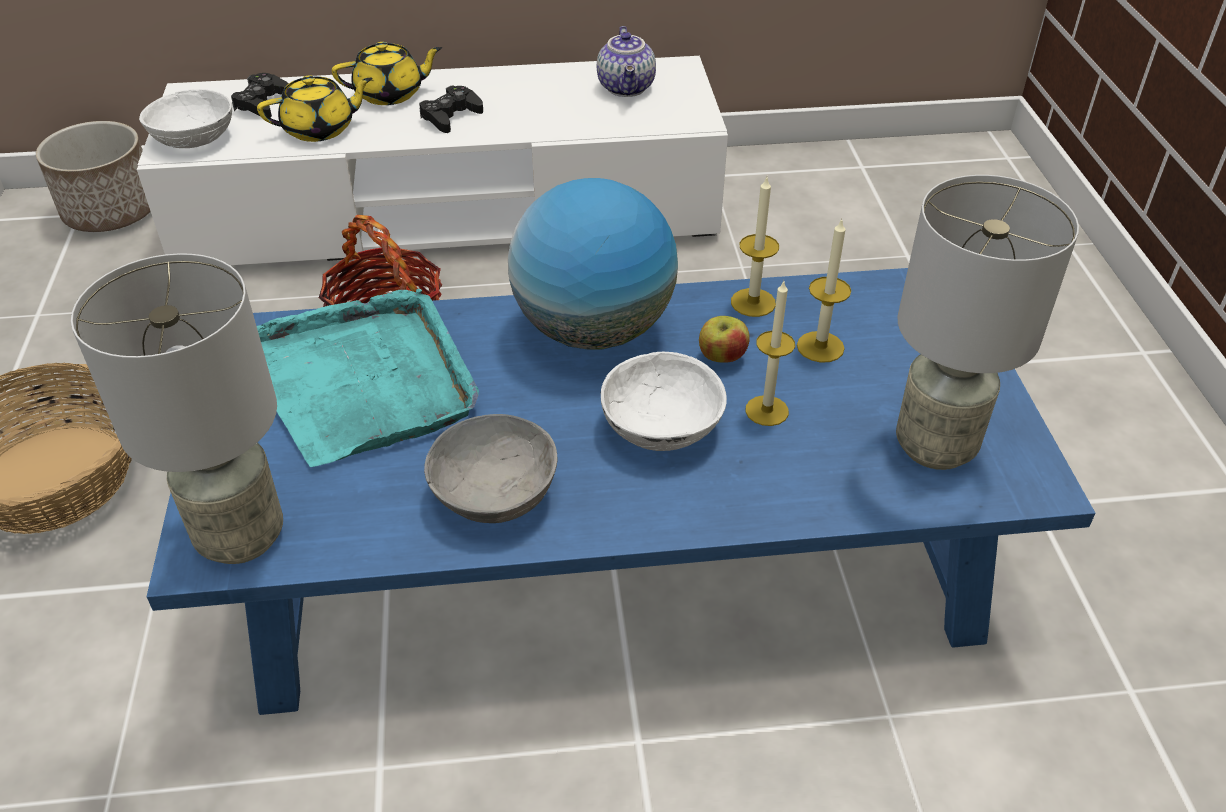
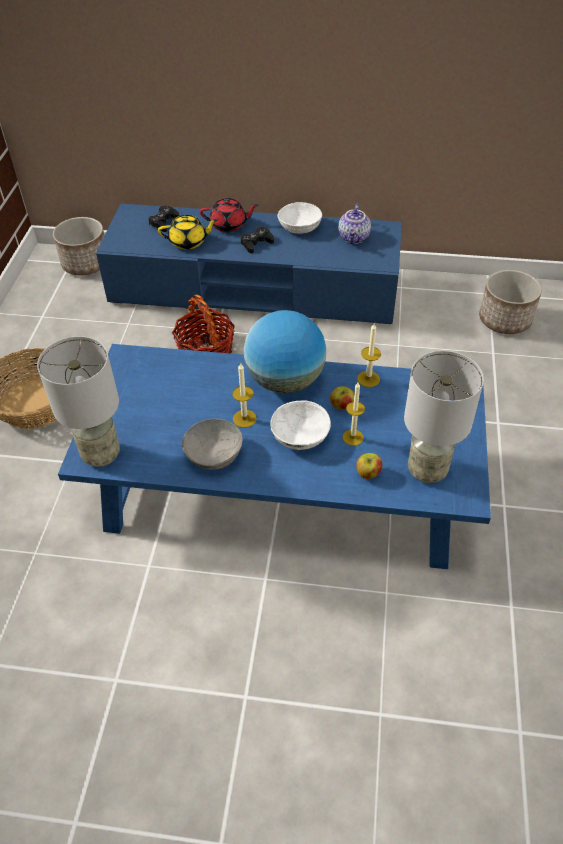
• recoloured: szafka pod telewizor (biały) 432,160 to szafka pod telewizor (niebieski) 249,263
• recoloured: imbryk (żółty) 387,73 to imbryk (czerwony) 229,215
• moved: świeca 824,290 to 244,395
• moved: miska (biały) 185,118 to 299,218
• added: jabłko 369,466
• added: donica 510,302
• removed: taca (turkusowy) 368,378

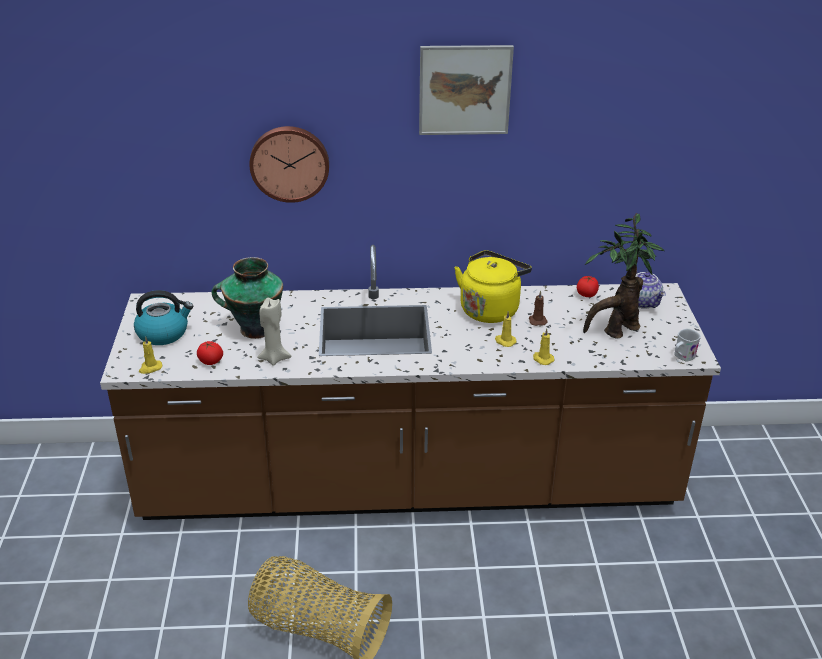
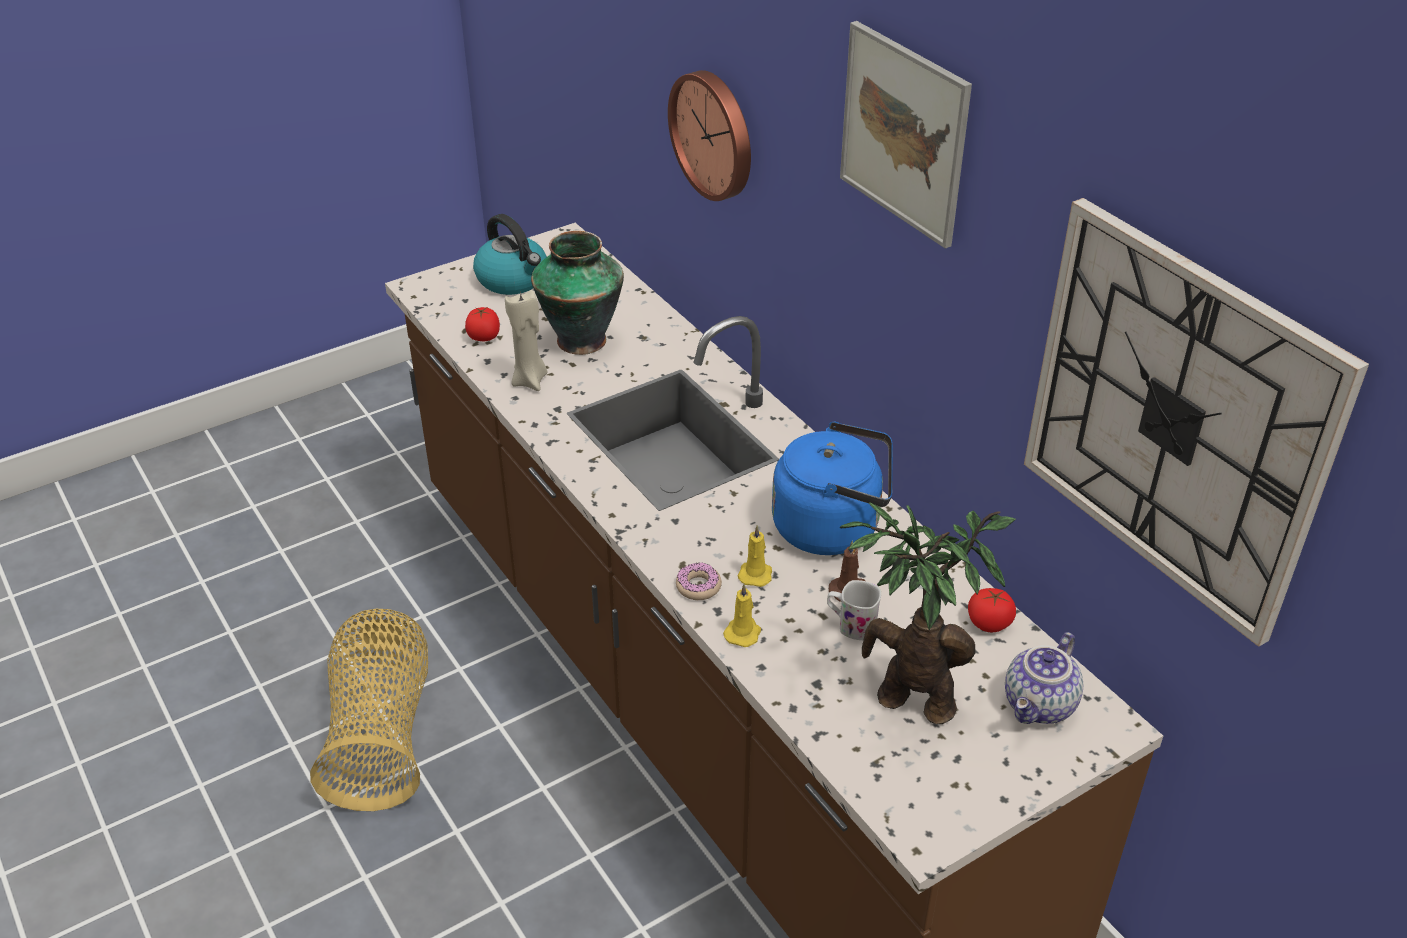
• added: donut 699,581
• recoloured: czajnik (żółty) 493,286 to czajnik (niebieski) 832,488
• moved: kubek (biały) 687,344 to 854,610
• added: zegar ścienny 1196,422
• removed: świeca (żółty) 151,355

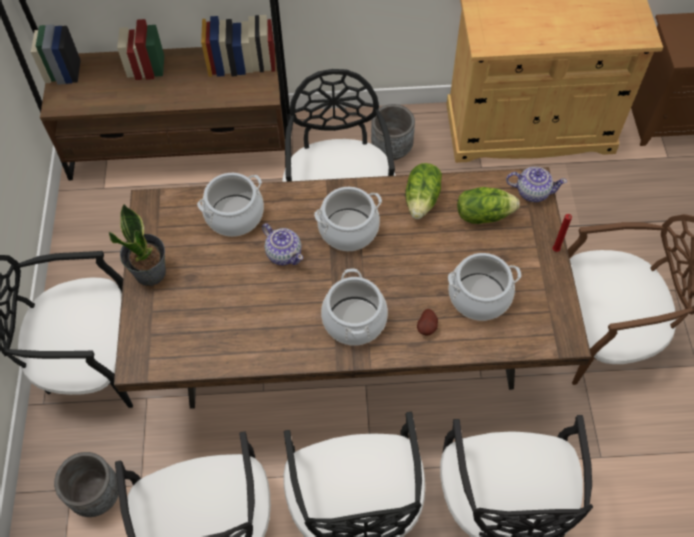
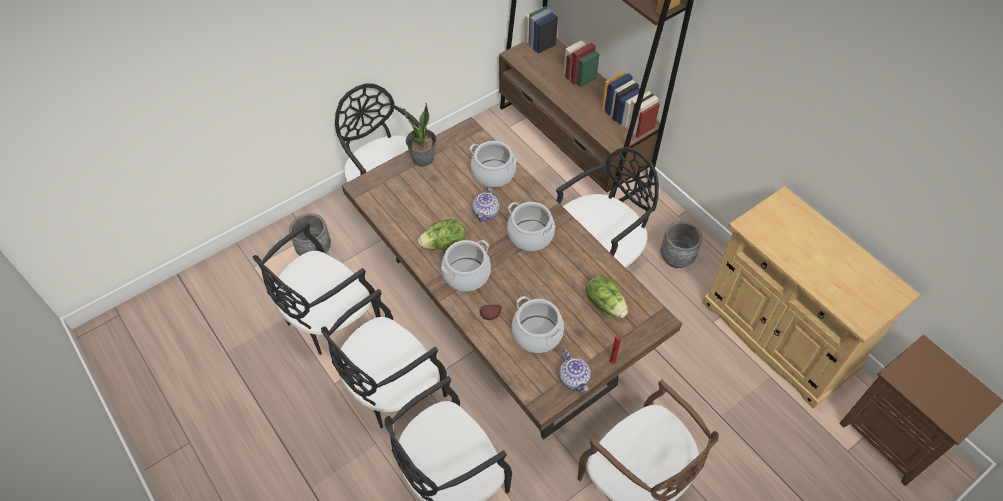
• moved: sałata 423,191 to 441,234
• moved: imbryk 536,184 to 575,371

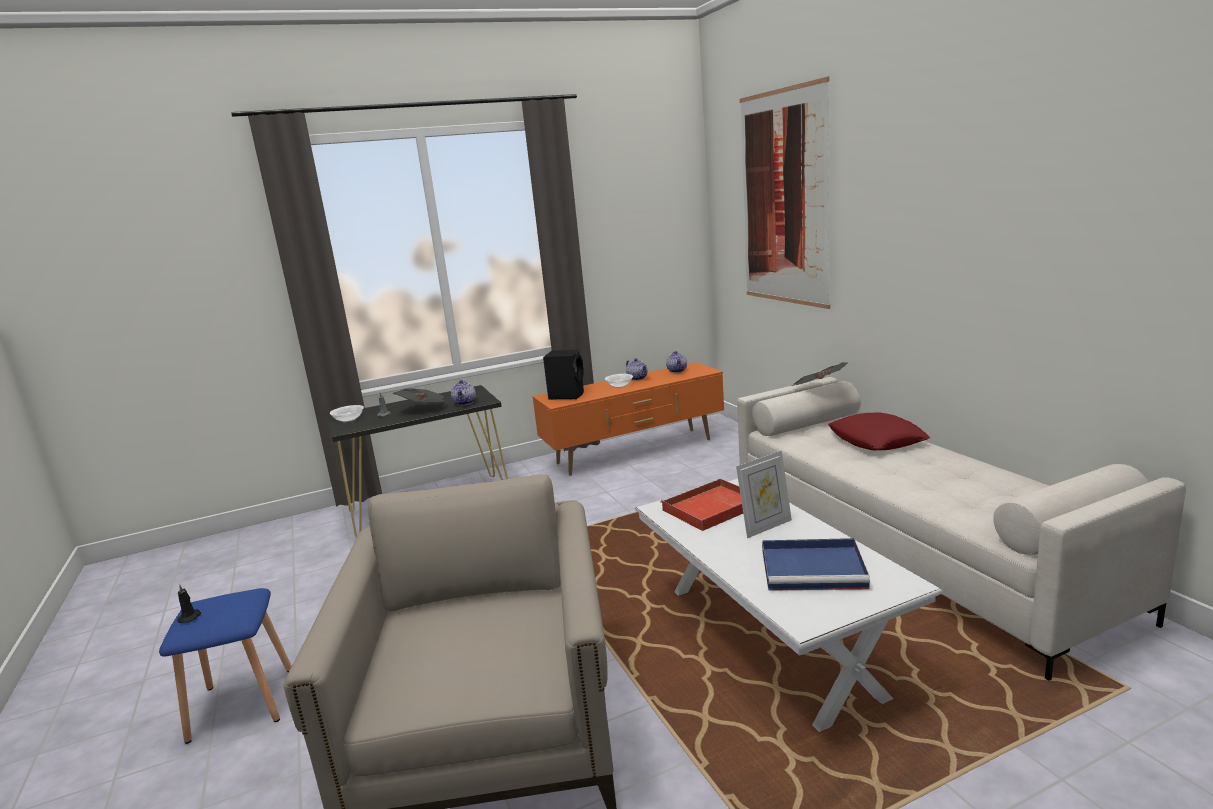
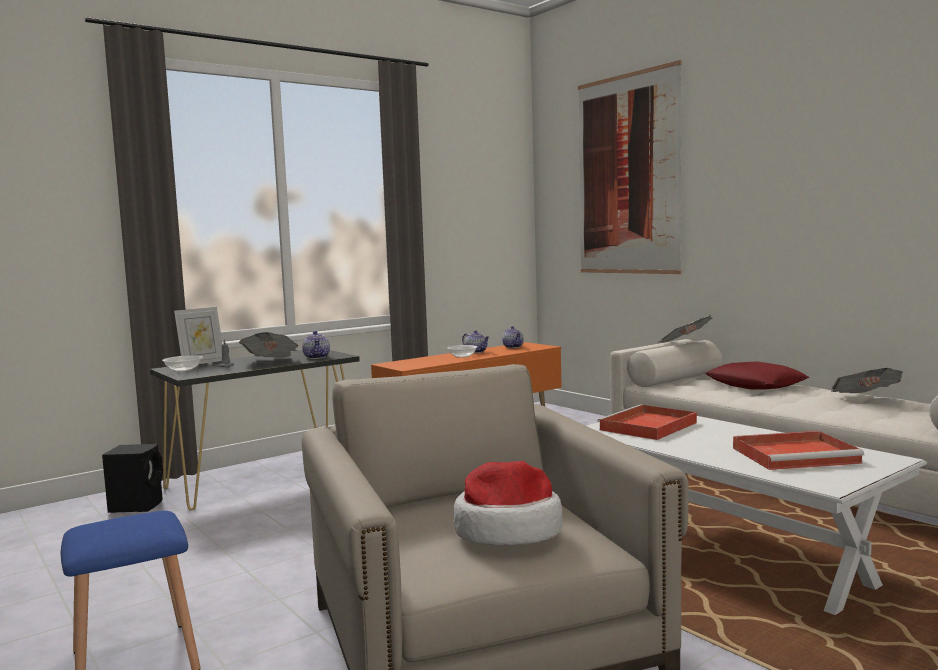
• moved: głośnik (czarny) 563,374 to 132,478
• moved: ramka na zdjęcie 764,494 to 198,335
• added: kapelusz 508,503
• recoloured: taca (niebieski) 816,564 to taca (czerwony) 798,450
• added: gazeta 867,380
• removed: świeca (czarny) 189,603

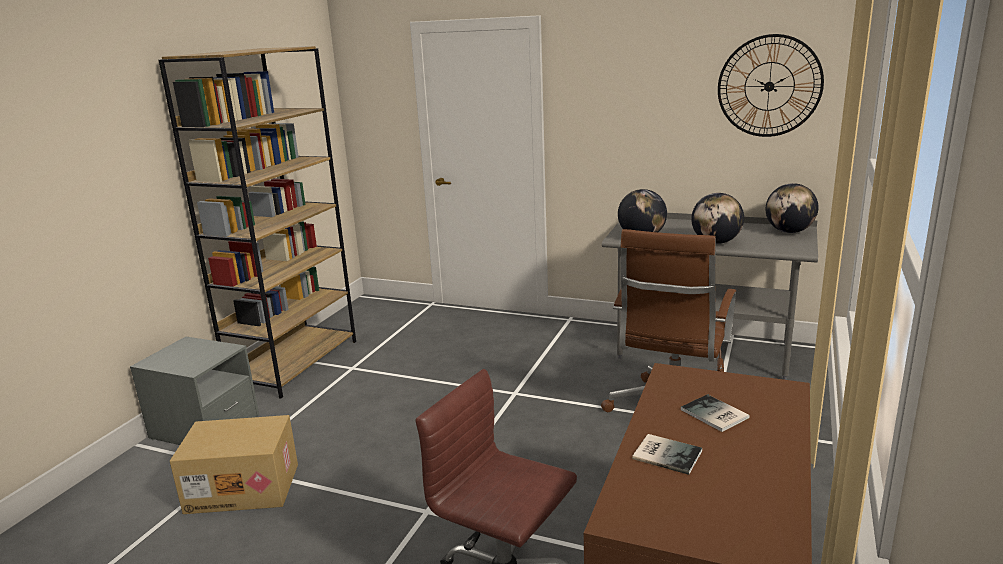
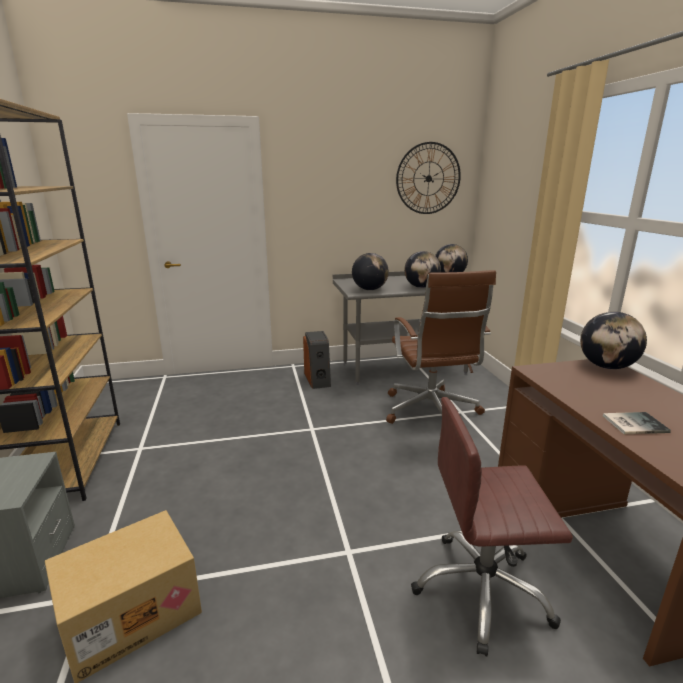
• added: głośnik 317,360
• added: globus 613,340
• removed: książka 715,413

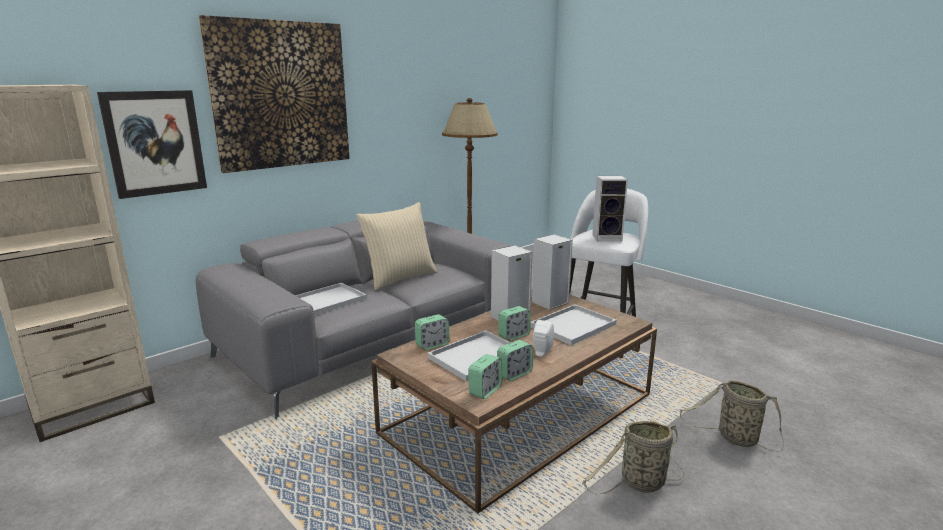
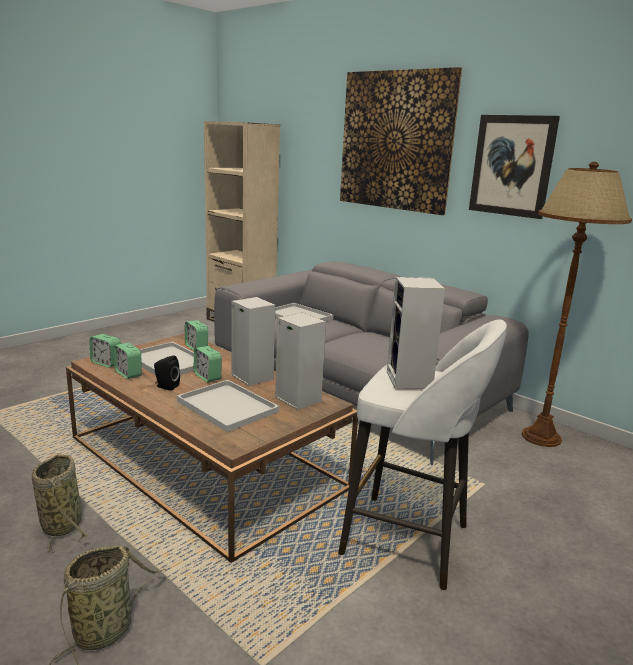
• recoloured: głośnik (biały) 543,338 to głośnik (czarny) 167,373
• moved: obraz 152,144 to 514,167
• removed: poduszka (beżowy) 397,246

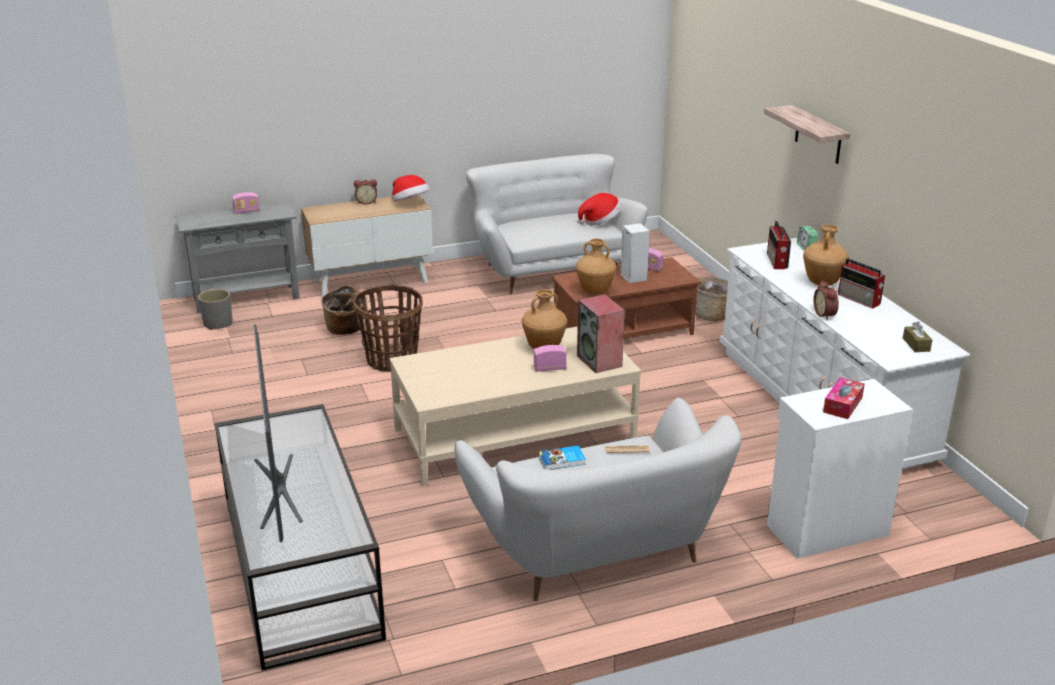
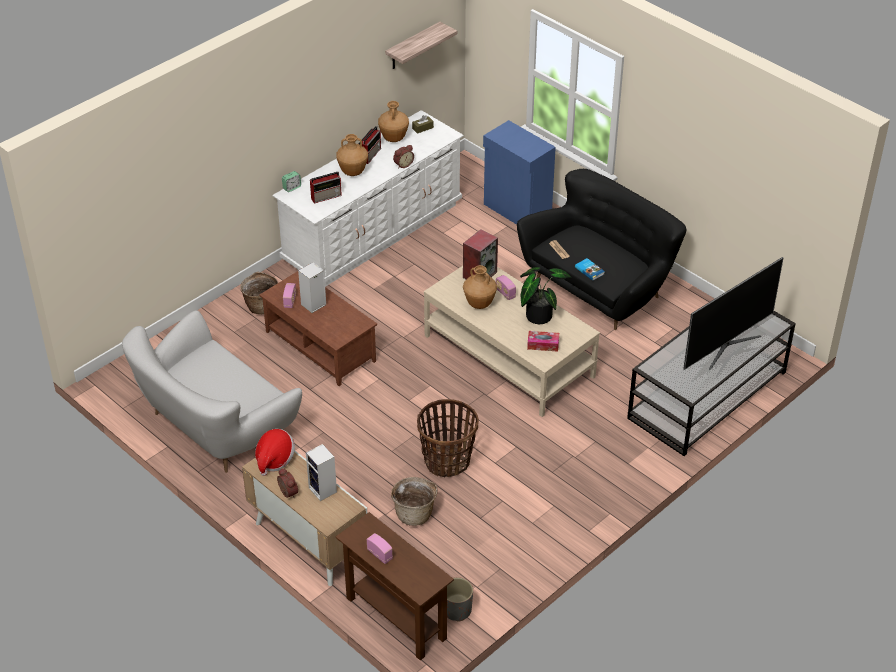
• added: głośnik 321,472
• recoloured: stolik konsolowy (szary) 238,258 to stolik konsolowy (brązowy) 395,586
• moved: wazon (brązowy) 596,266 to 393,121
• moved: półka 807,134 to 421,45
• recoloured: szafka (biały) 840,469 to szafka (niebieski) 519,172
• recoloured: kanapa (biały) 598,499 to kanapa (czarny) 601,249
• added: roślina doniczkowa 546,295
• moved: pudełko chusteczek 844,398 to 543,341
• removed: kapelusz 600,209

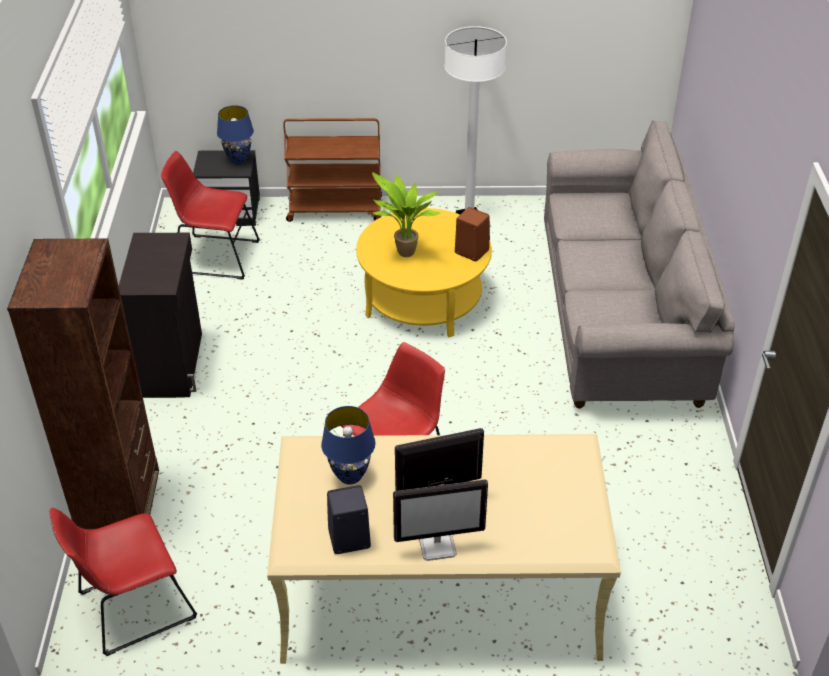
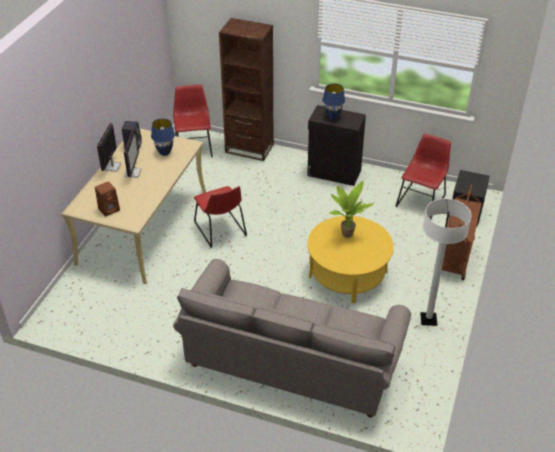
• moved: głośnik (brązowy) 472,234 to 107,198
• moved: lampa stołowa (niebieski) 235,134 to 333,102

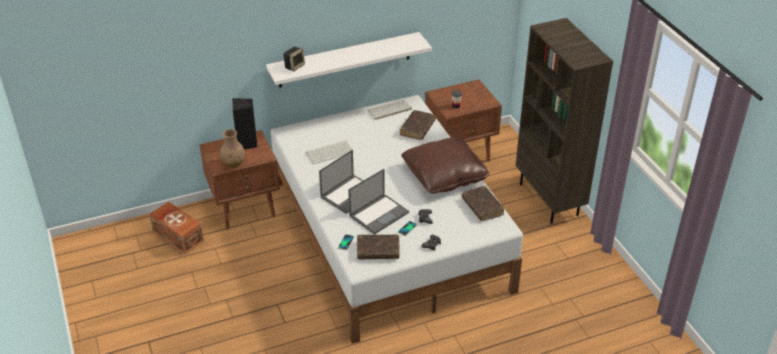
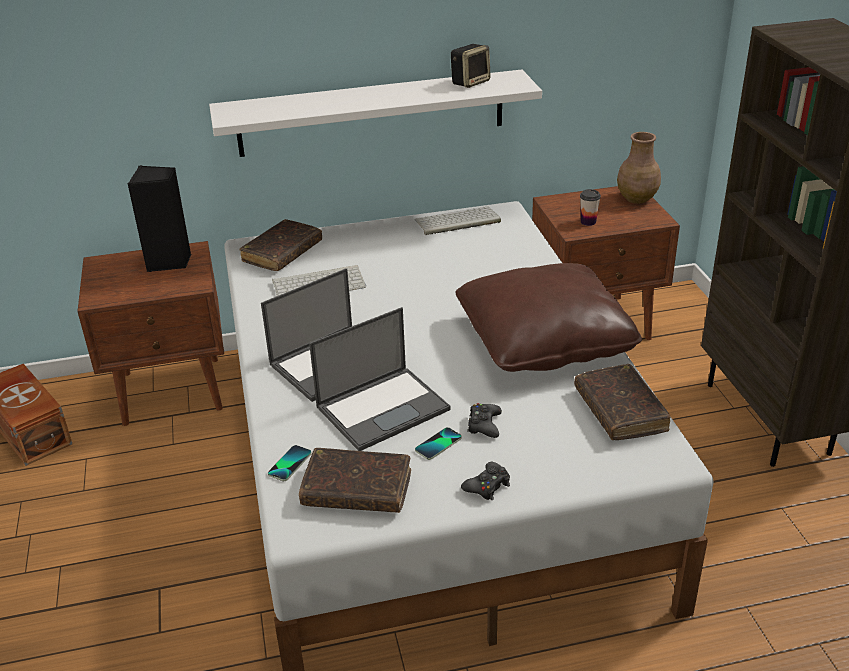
• moved: książka (brązowy) 418,125 to 280,245
• moved: głośnik 294,59 to 471,66
• moved: wazon (brązowy) 232,148 to 639,168

